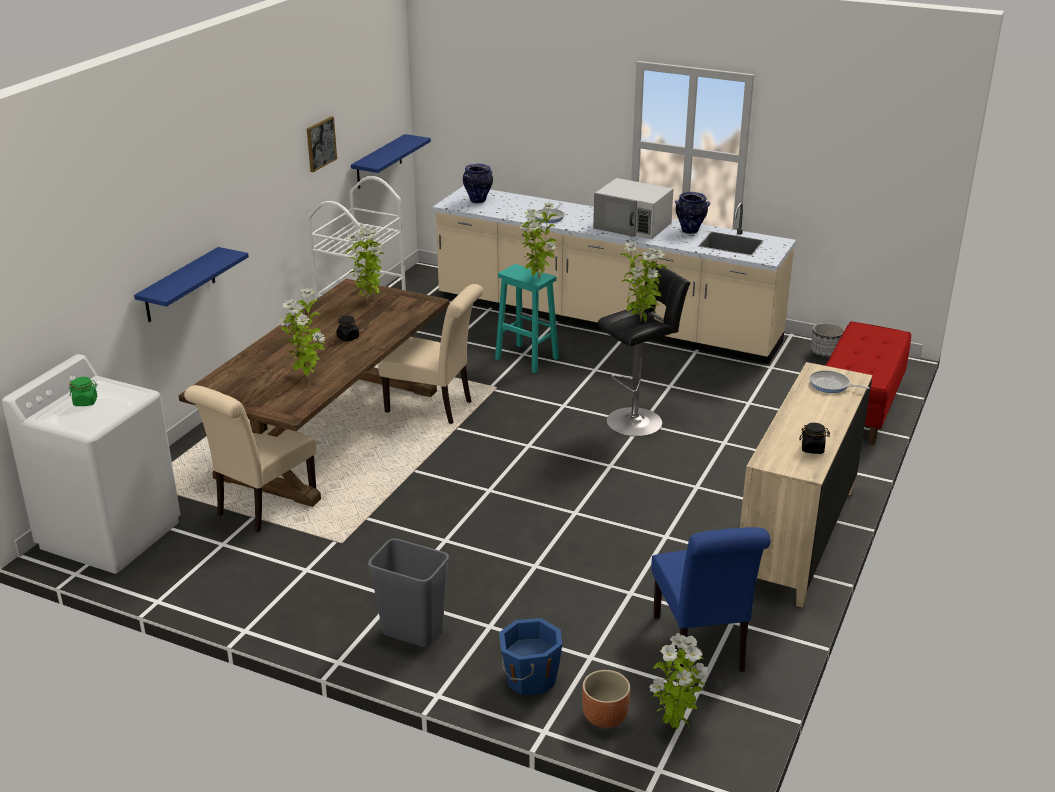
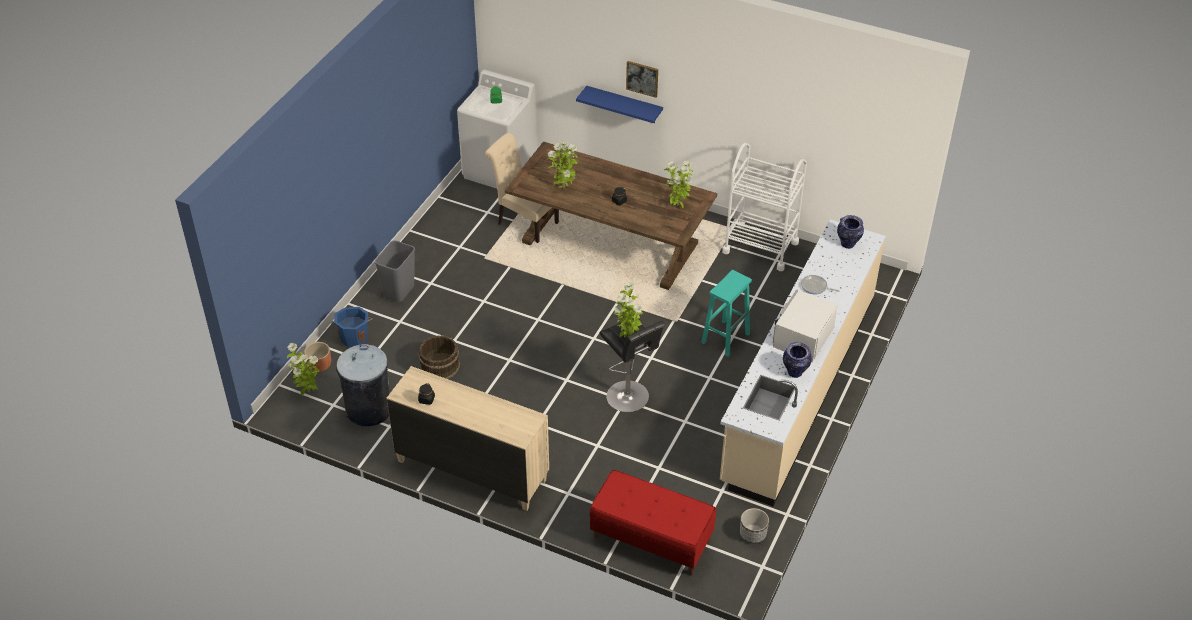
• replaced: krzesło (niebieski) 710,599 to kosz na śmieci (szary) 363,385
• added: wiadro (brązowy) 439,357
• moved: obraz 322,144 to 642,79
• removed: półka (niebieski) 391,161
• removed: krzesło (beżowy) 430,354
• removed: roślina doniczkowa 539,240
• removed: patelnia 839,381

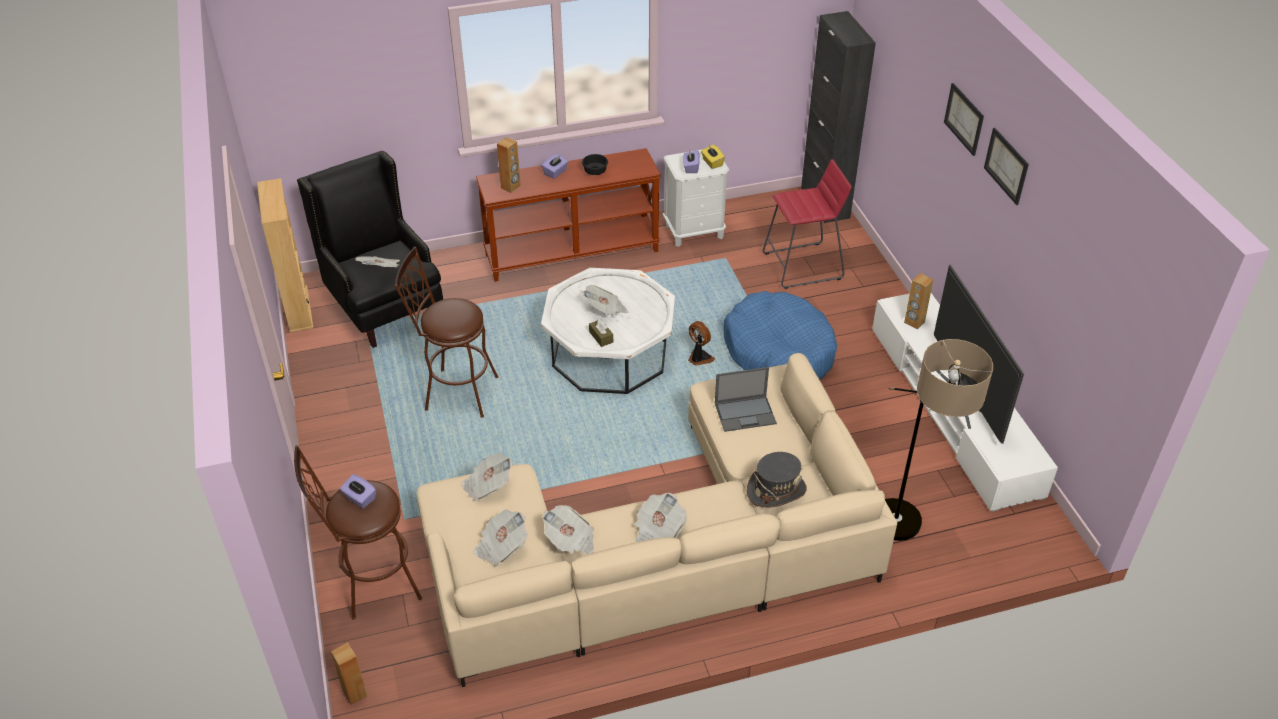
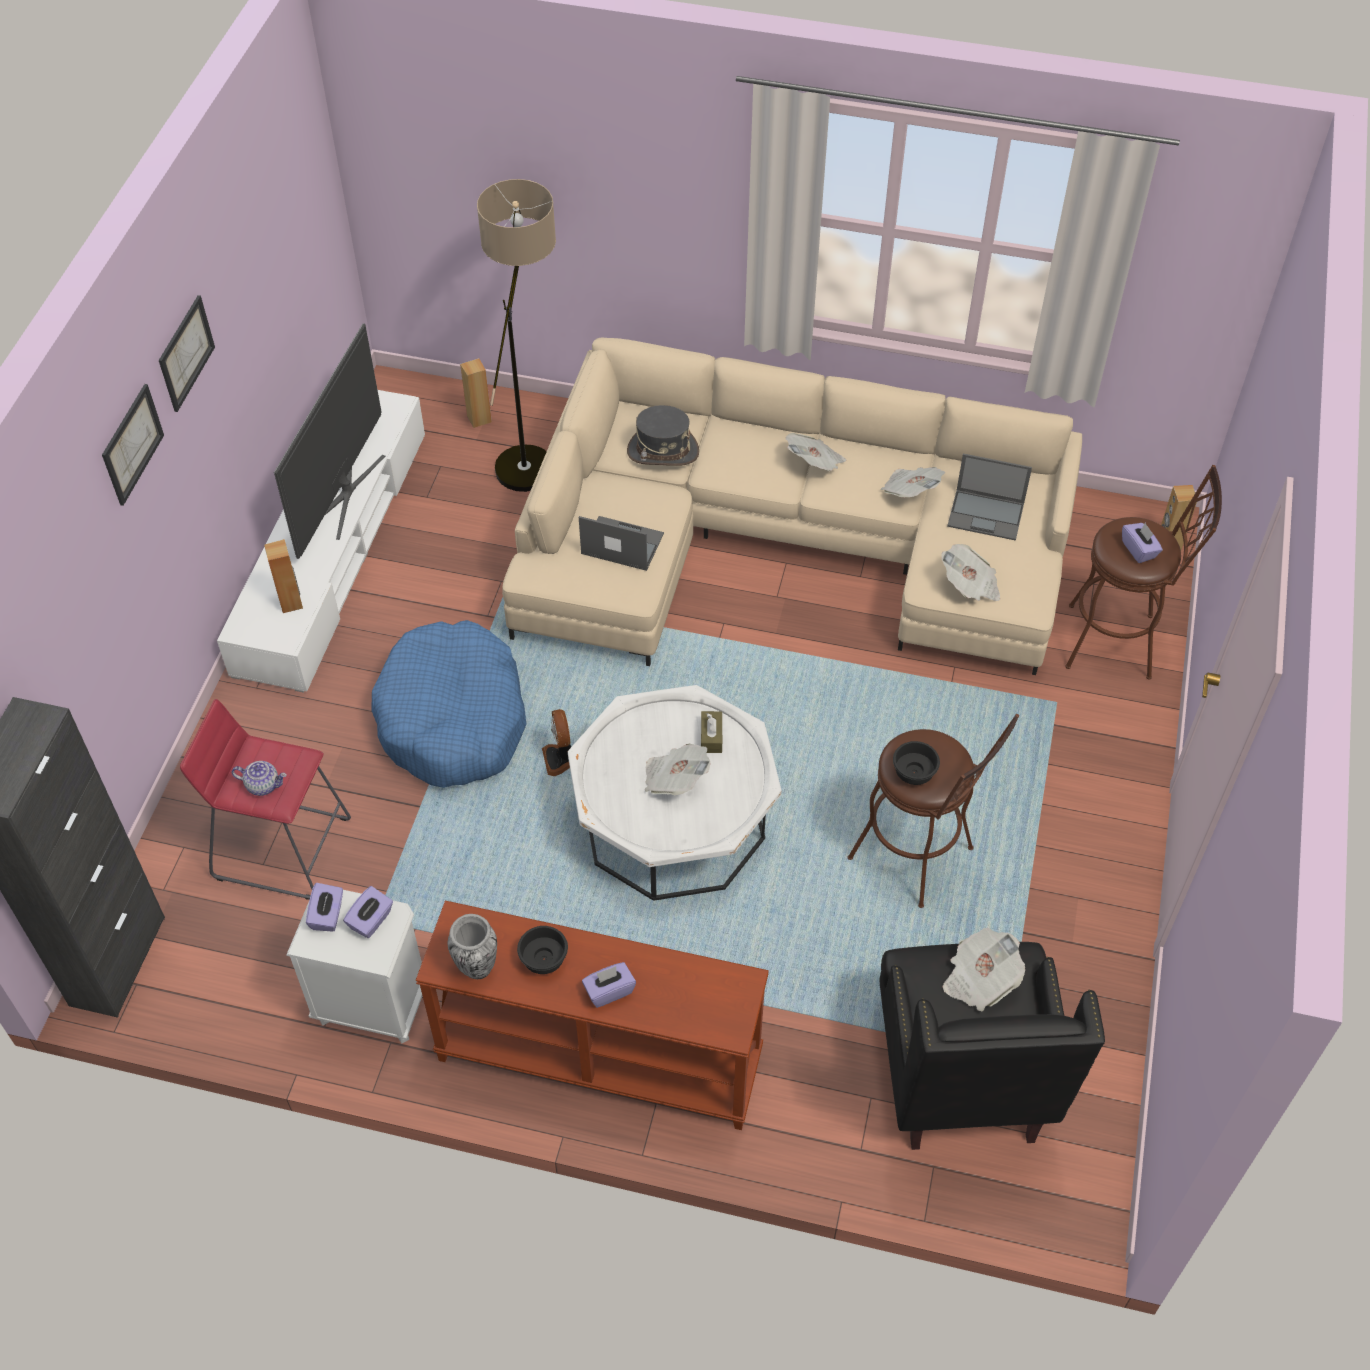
• added: imbryk 259,778
• recoloured: pudełko chusteczek (żółty) 713,157 to pudełko chusteczek (fioletowy) 324,907
• added: wazon 472,946
• moved: głośnik (brązowy) 509,165 to 476,393
• added: miska (czarny) 916,763
• replaced: gazeta 500,537 to laptop 989,497
• removed: regał (beżowy) 285,255

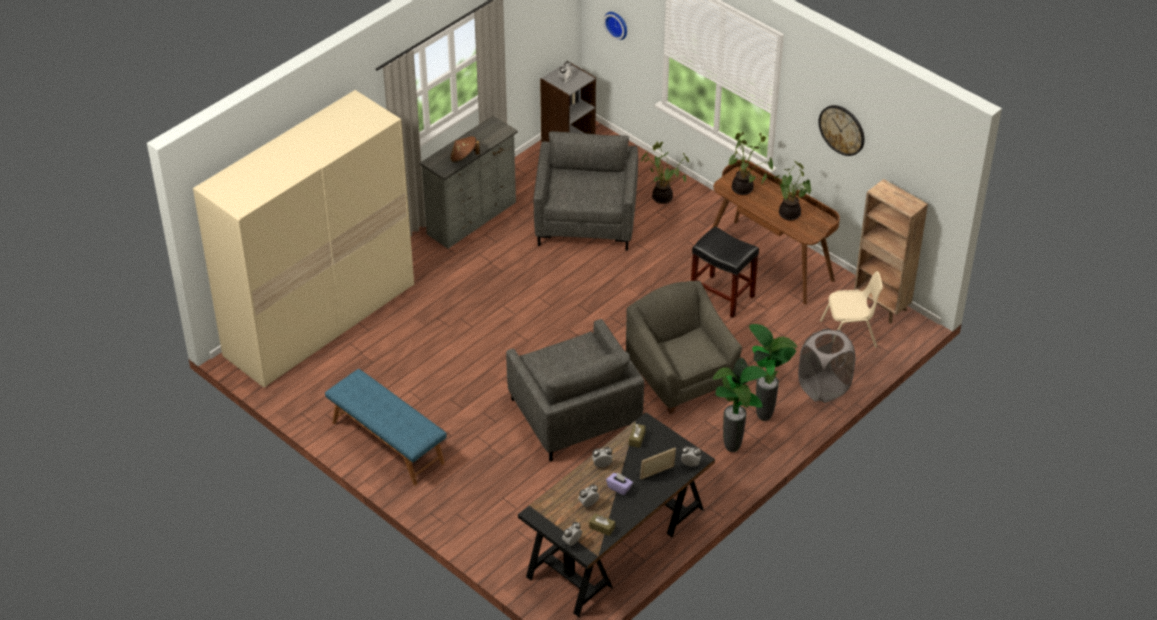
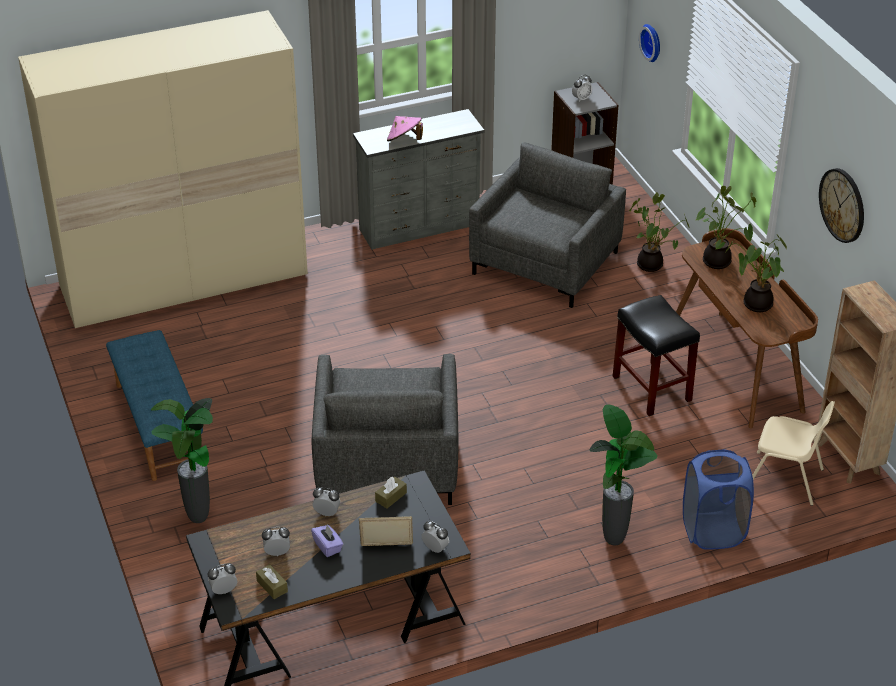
• moved: roślina doniczkowa 740,405 to 182,460
• recoloured: kapelusz (brązowy) 465,149 to kapelusz (różowy) 405,129
• recoloured: kosz na pranie (szary) 827,366 to kosz na pranie (niebieski) 718,499
• removed: fotel (szary) 684,347

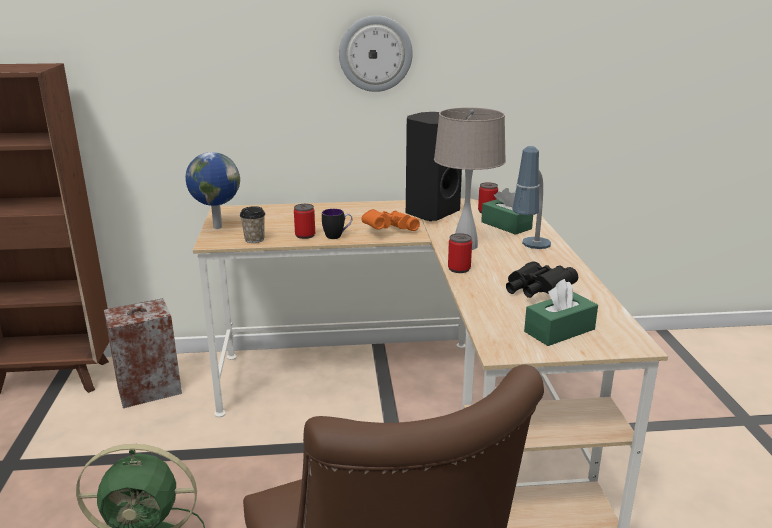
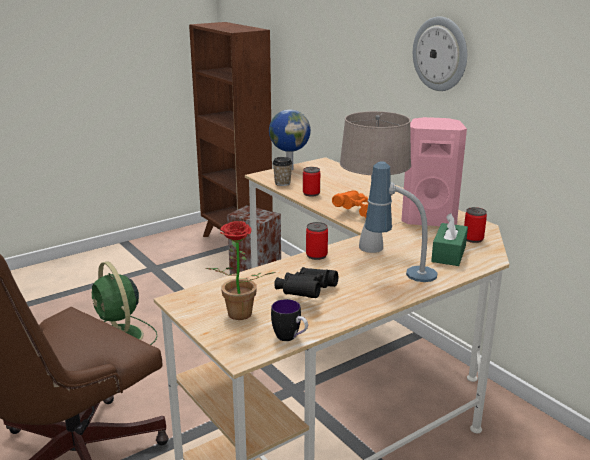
• replaced: pudełko chusteczek (zielony) 561,312 to roślina doniczkowa 240,270
• moved: kubek 337,224 to 289,320
• recoloured: głośnik (czarny) 434,166 to głośnik (różowy) 434,171

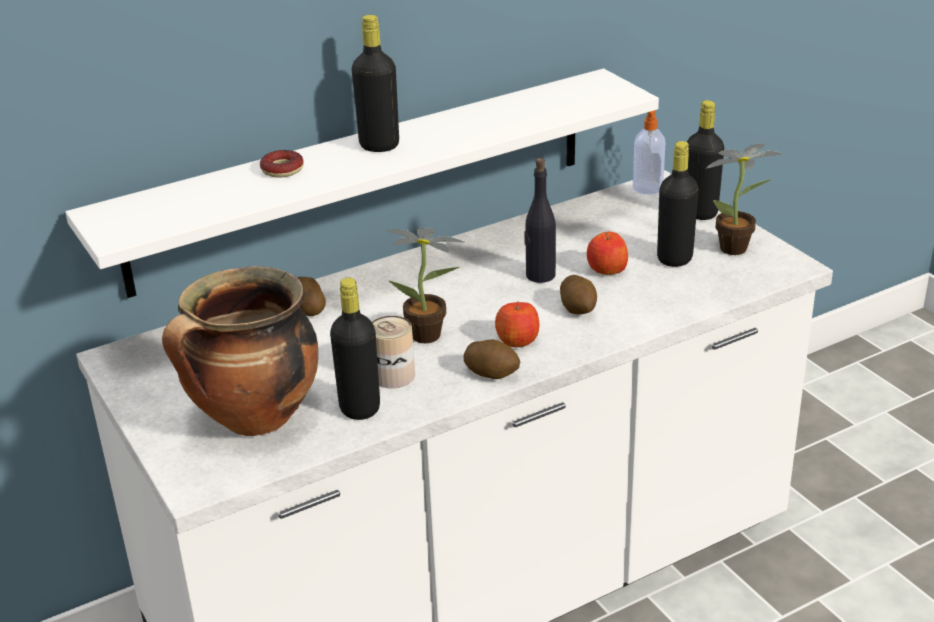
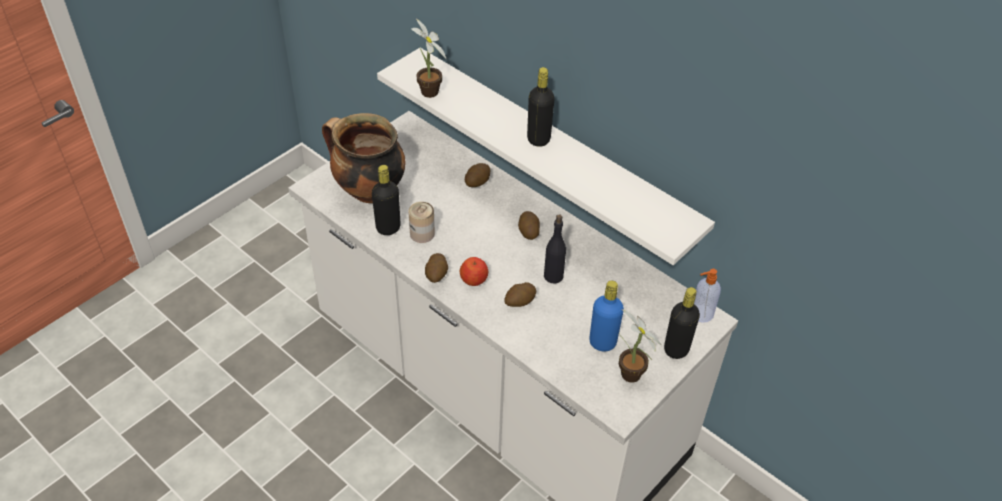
• moved: roślina doniczkowa 424,285 to 429,58
• added: ziemniak 529,225
• recoloured: butelka (czarny) 678,204 to butelka (niebieski) 606,316
• removed: donut 282,163
• removed: jabłko 607,253

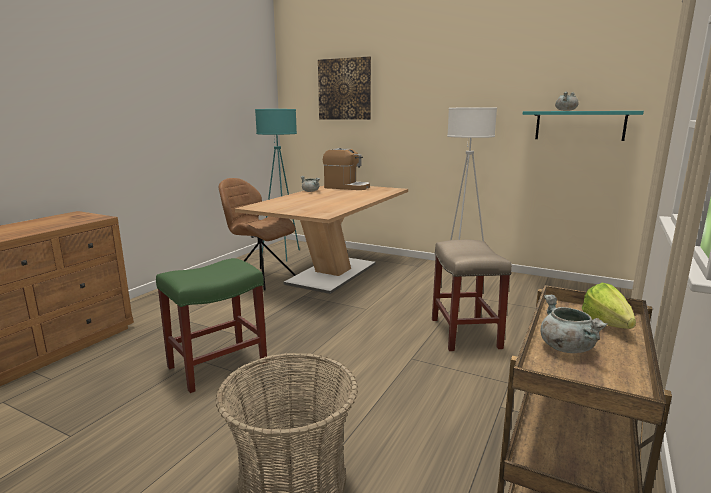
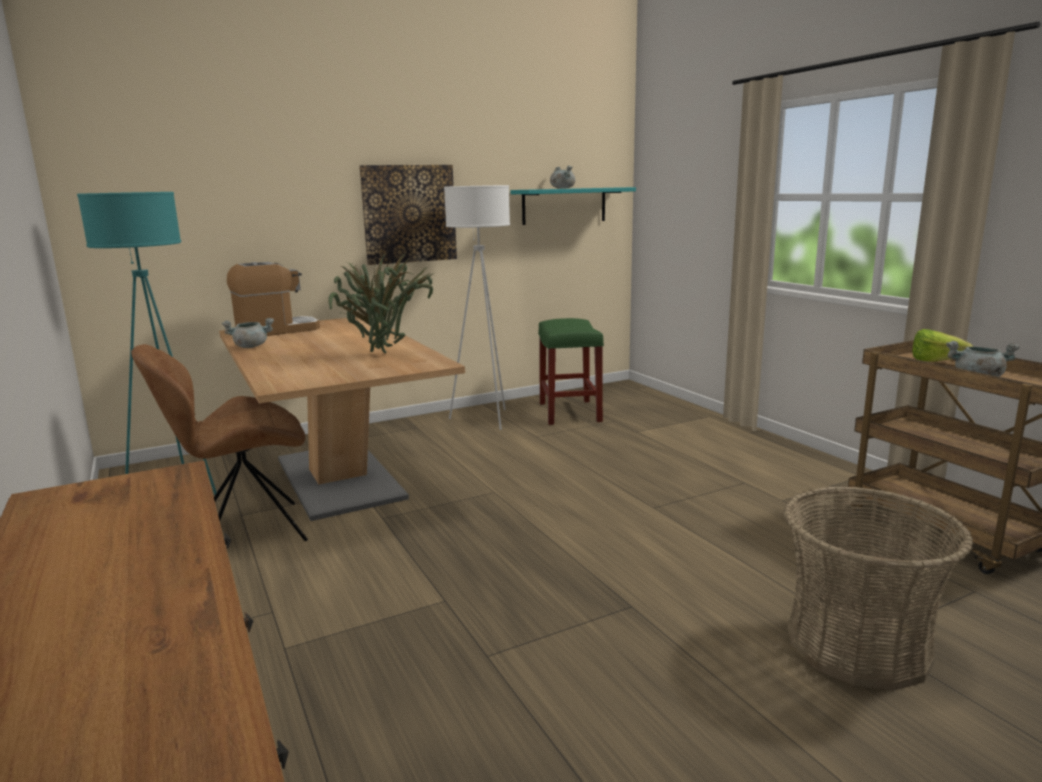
• added: roślina doniczkowa 381,303
• moved: obraz 344,88 to 408,215
• moved: stołek (zielony) 211,325 to 571,371
• removed: stołek (beżowy) 472,295

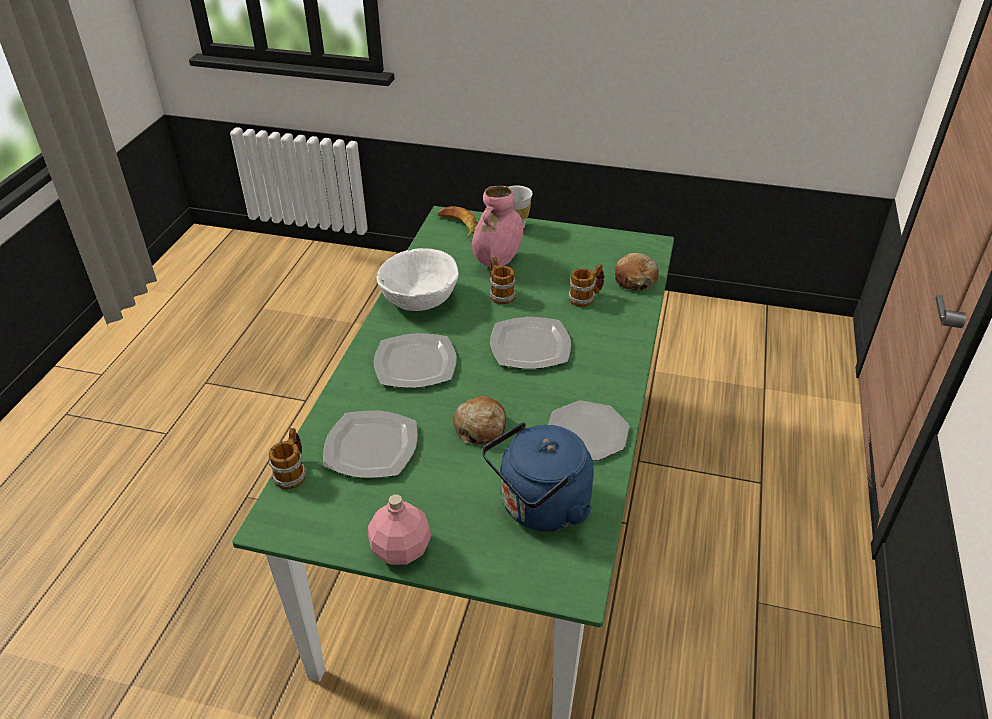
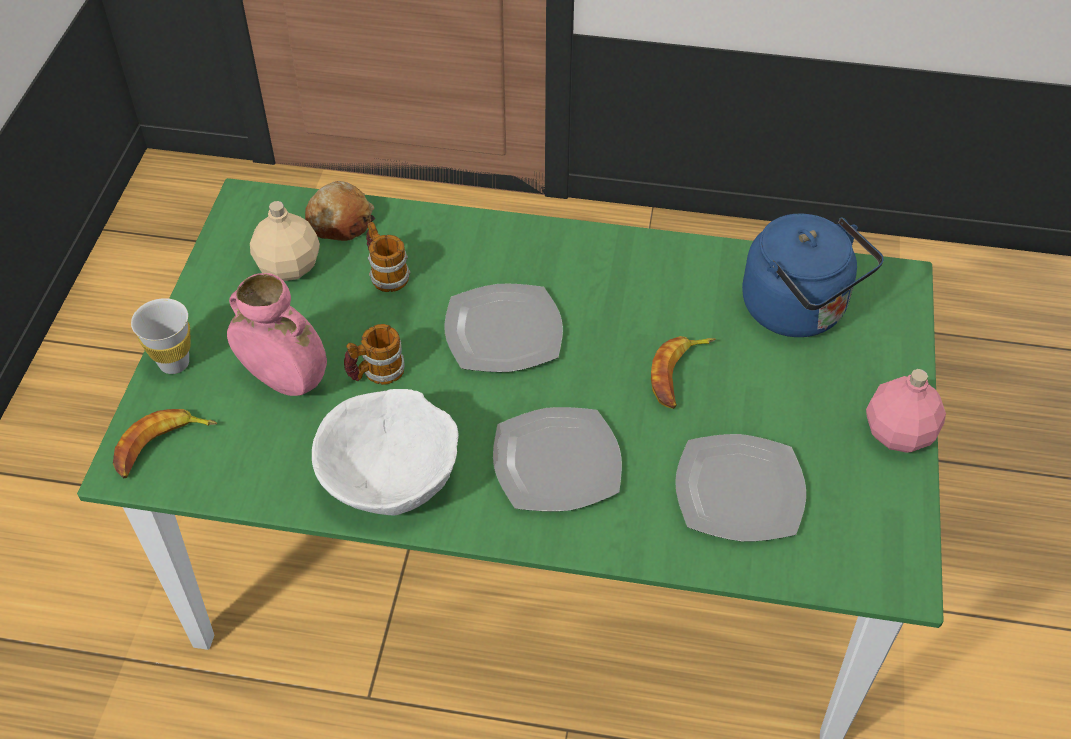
• added: butelka (beżowy) 285,241
• replaced: chleb 479,420 to banan 683,372
• removed: kubek 287,458
• removed: talerz 589,430

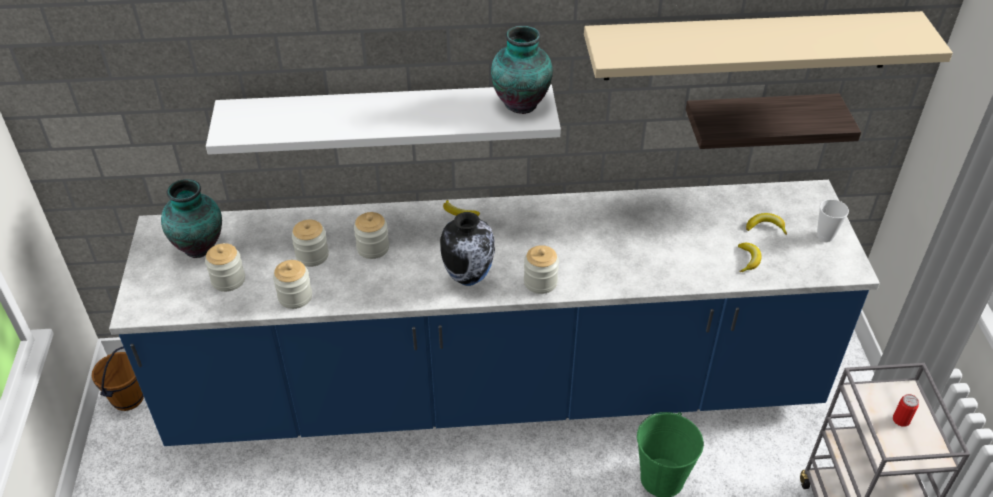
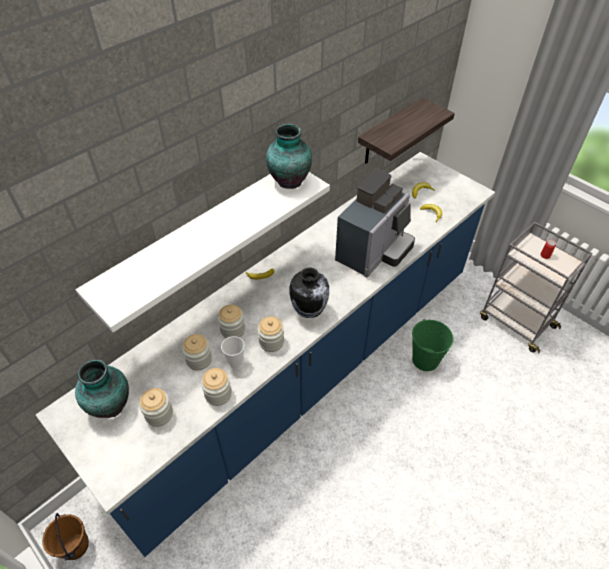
• moved: filiżanka 833,220 to 233,352
• moved: słoik 541,269 to 271,334
• added: ekspres do kawy 375,223
• removed: półka (beżowy) 768,45

